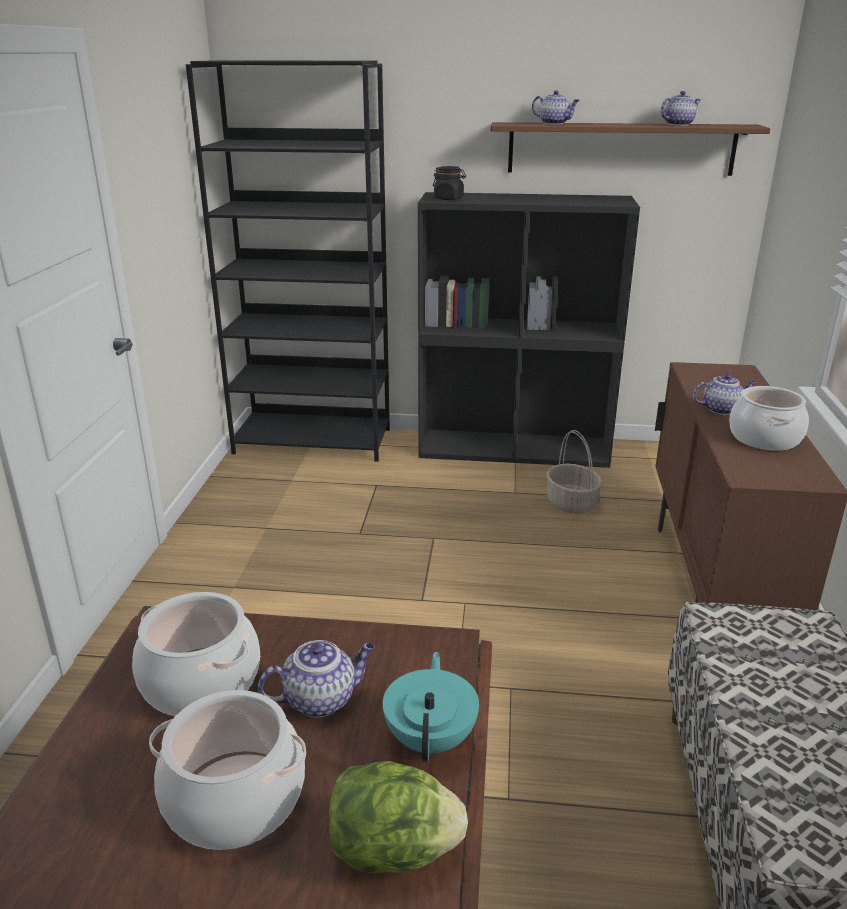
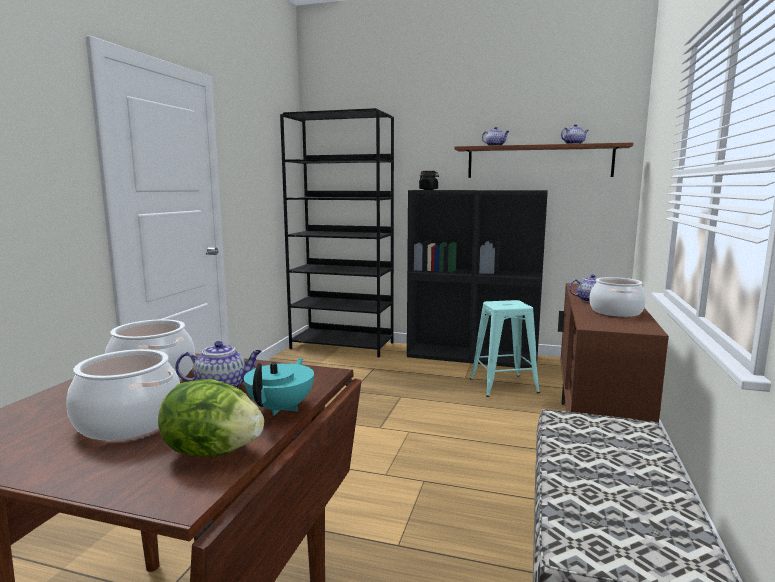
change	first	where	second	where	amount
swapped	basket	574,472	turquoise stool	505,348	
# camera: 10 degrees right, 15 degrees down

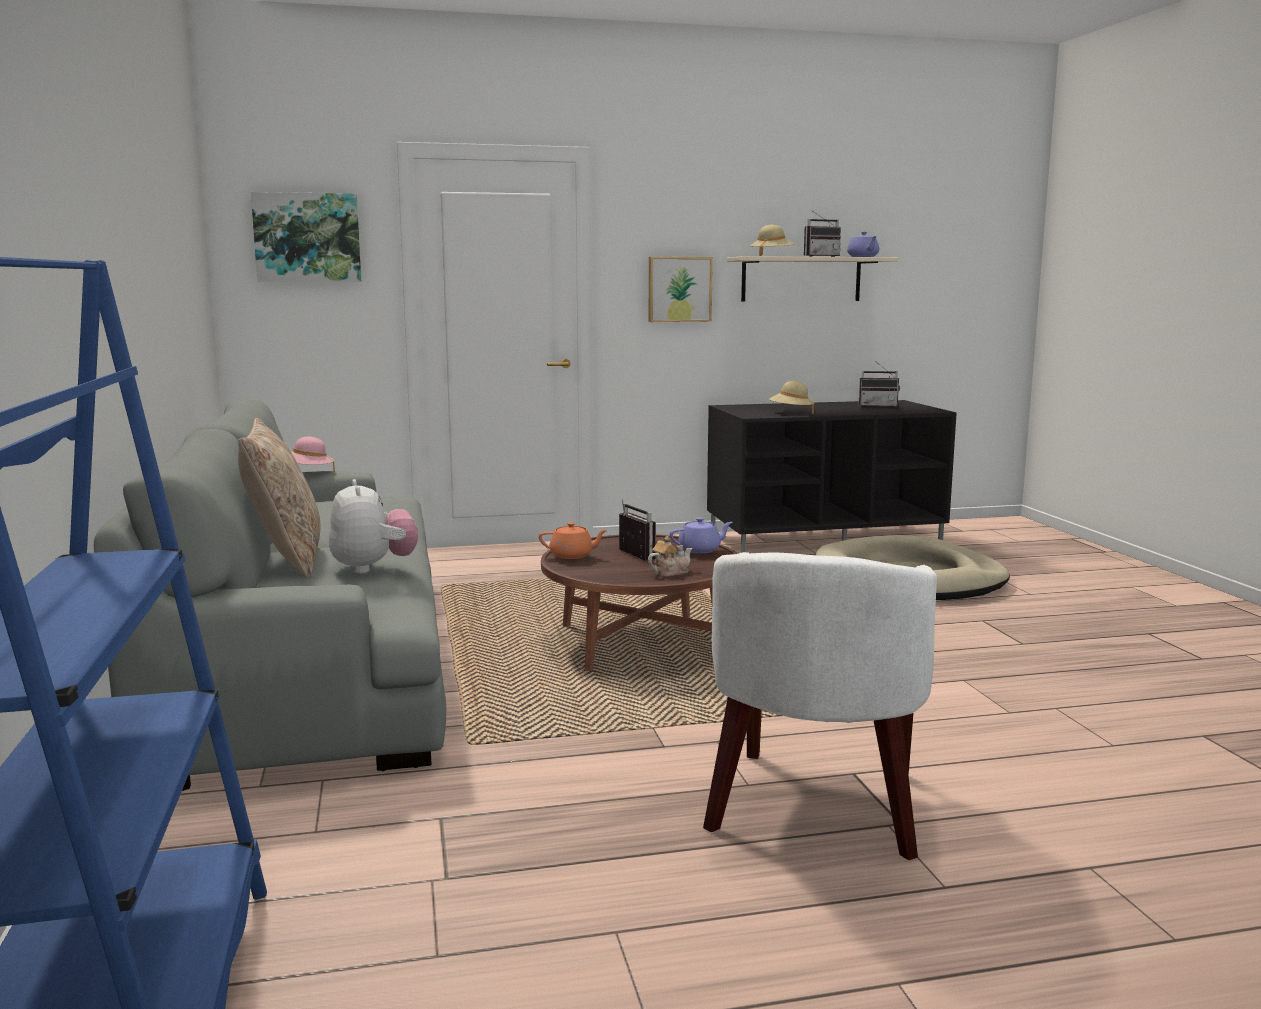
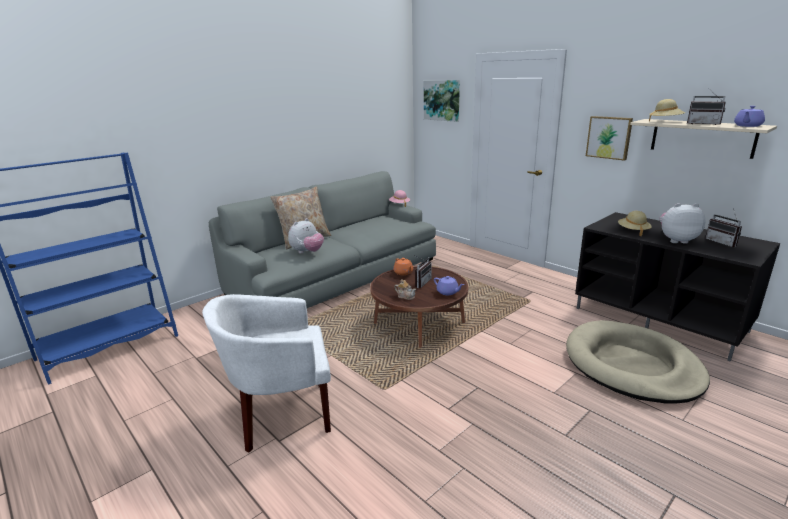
change	first	where	second	where	amount
new			plush toy	682,223	
# camera: 60 degrees right, 10 degrees up

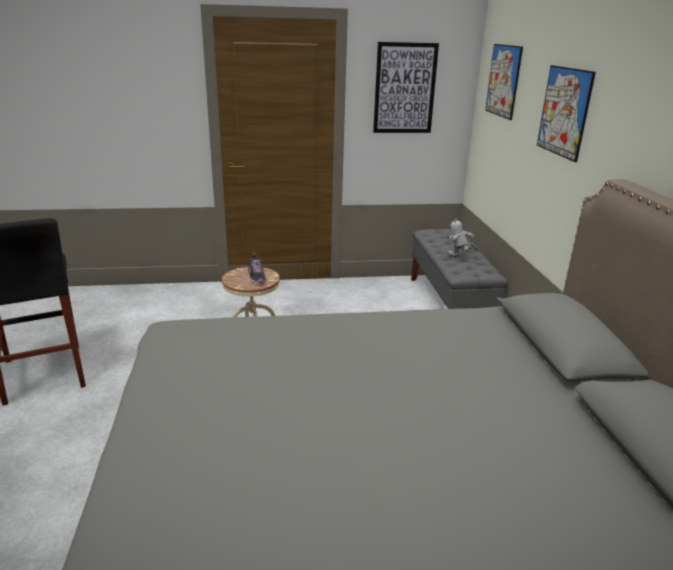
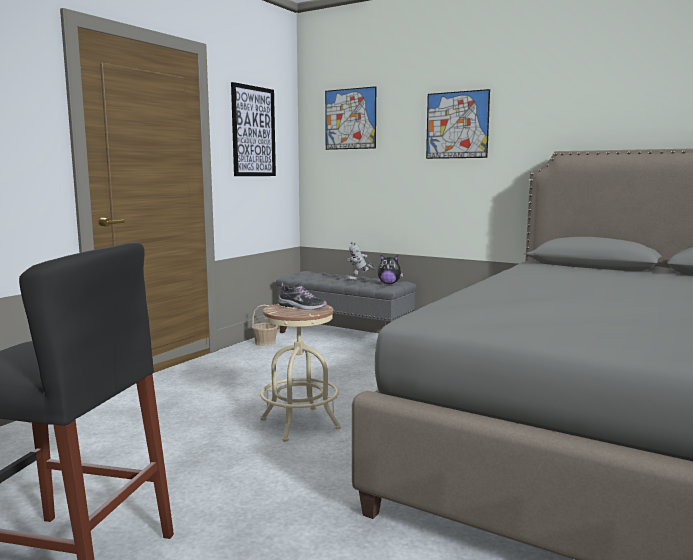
change	first	where	second	where	amount
new			basket	265,325	
new			plush toy	391,269	
# camera: 50 degrees left, 15 degrees down

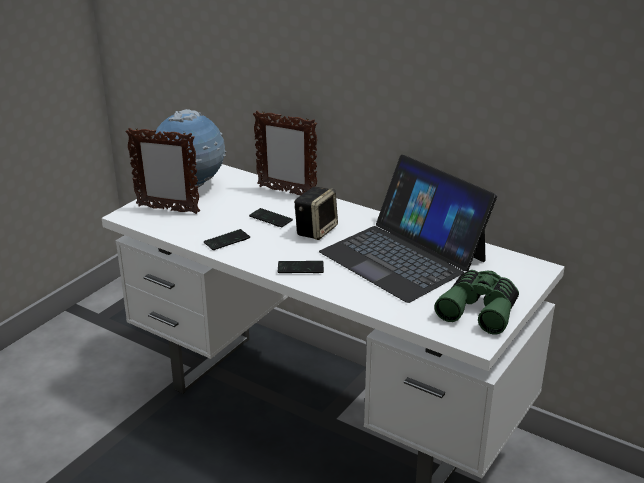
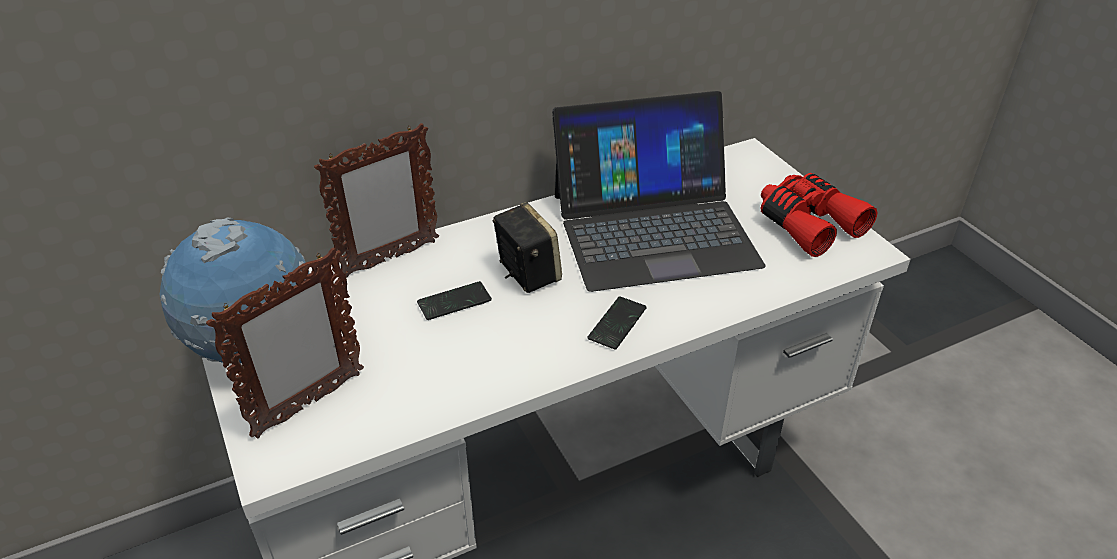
change	first	where	second	where	amount
gone	phone	227,239			
repainted	green binoculars	476,302	red binoculars	819,215	
# camera: 60 degrees left, 10 degrees up

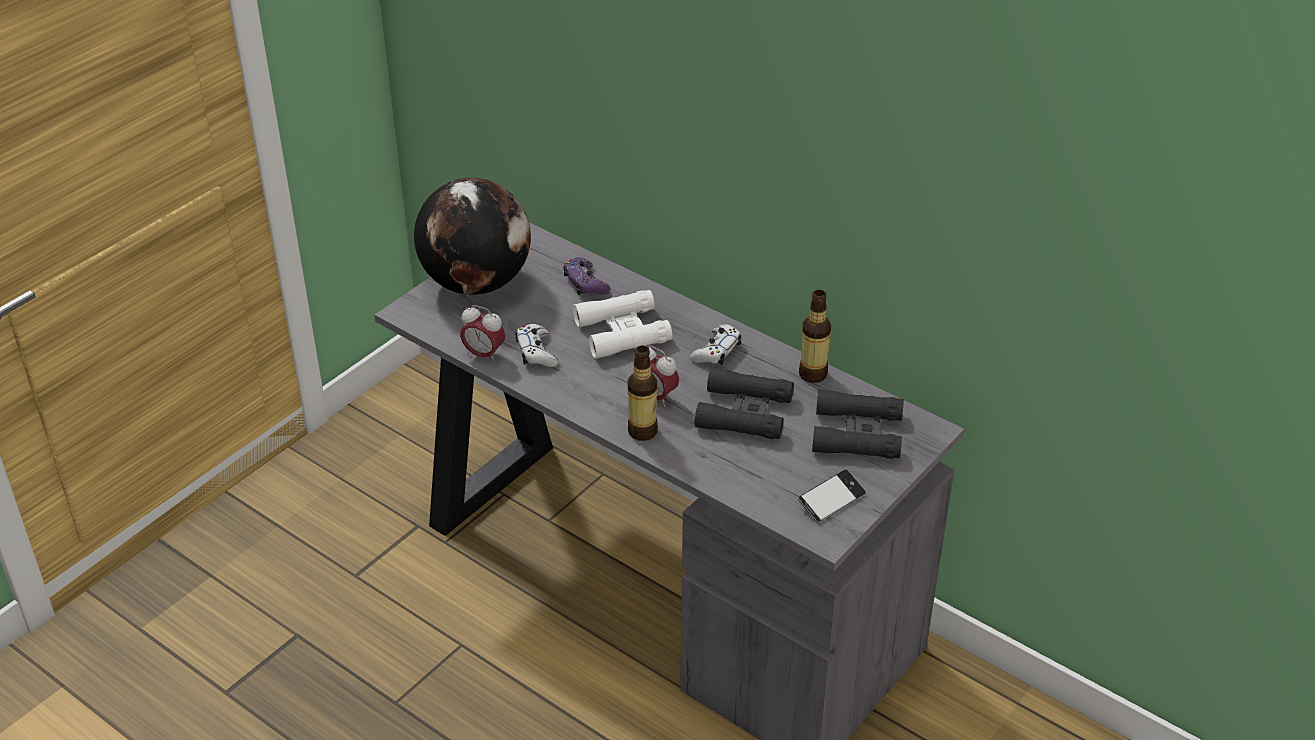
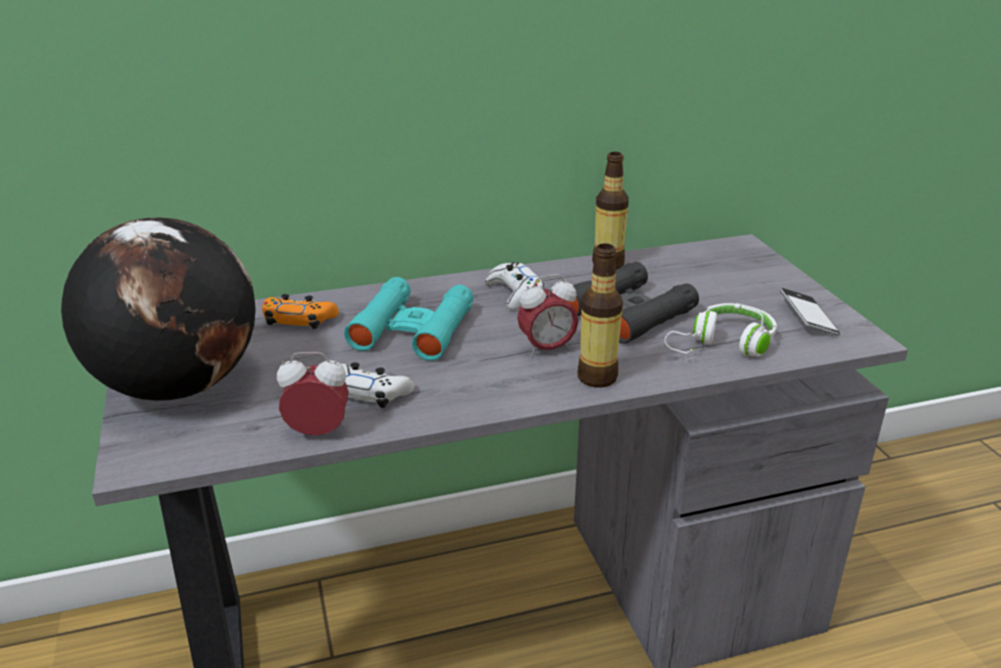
change	first	where	second	where	amount
gone	black binoculars	858,424			
new			white headphones	721,330	
repainted	purple game controller	586,276	orange game controller	300,311	
repainted	white binoculars	622,324	turquoise binoculars	408,319	
rotated	alarm clock	482,334		313,394	150 degrees counterclockwise
# camera: 55 degrees left, 10 degrees down

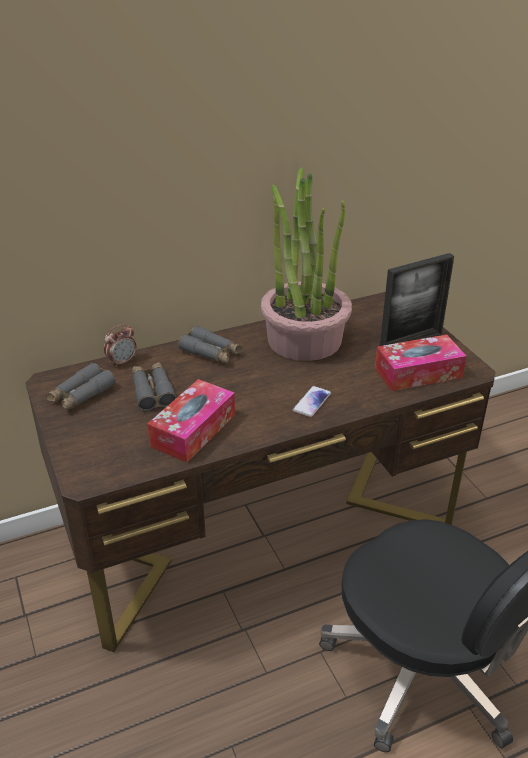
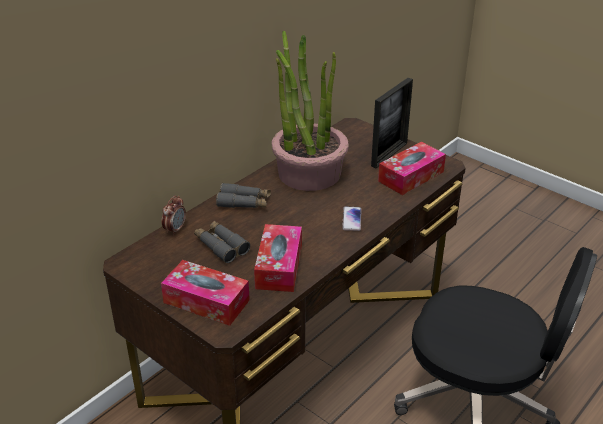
change	first	where	second	where	amount
gone	grey binoculars	81,387			
new			tissue box	205,293	
# camera: 25 degrees left, 0 degrees up

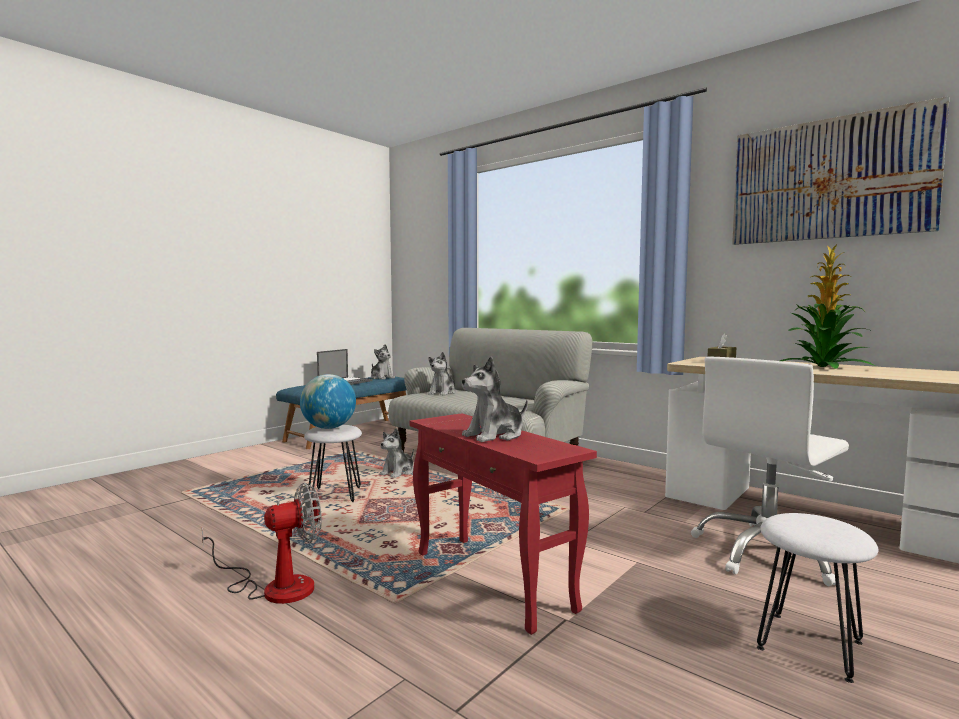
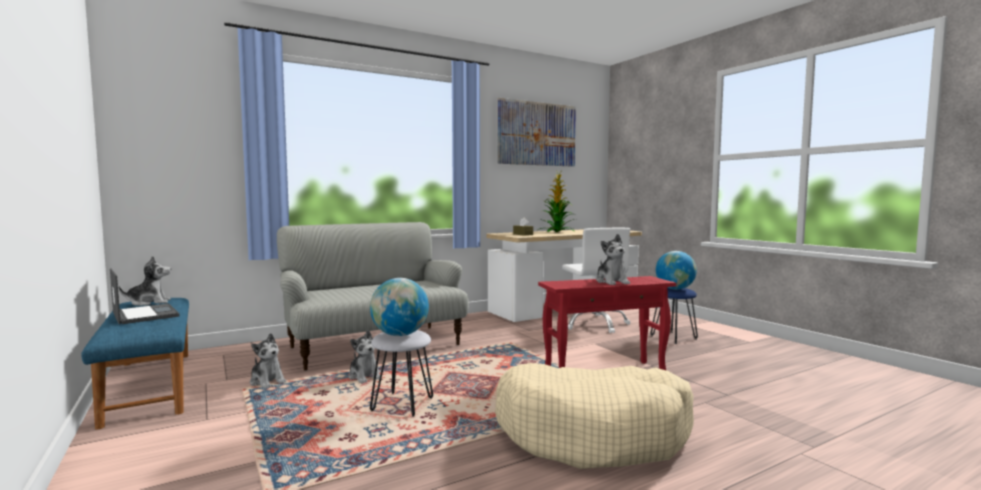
change	first	where	second	where	amount
new			globe	676,270	
shifted	plush toy	442,374		268,360	
swapped	fan	262,543	beige dog bed	594,416	
repainted	white stool	817,598	blue stool	674,316	
# camera: 70 degrees left, 0 degrees up

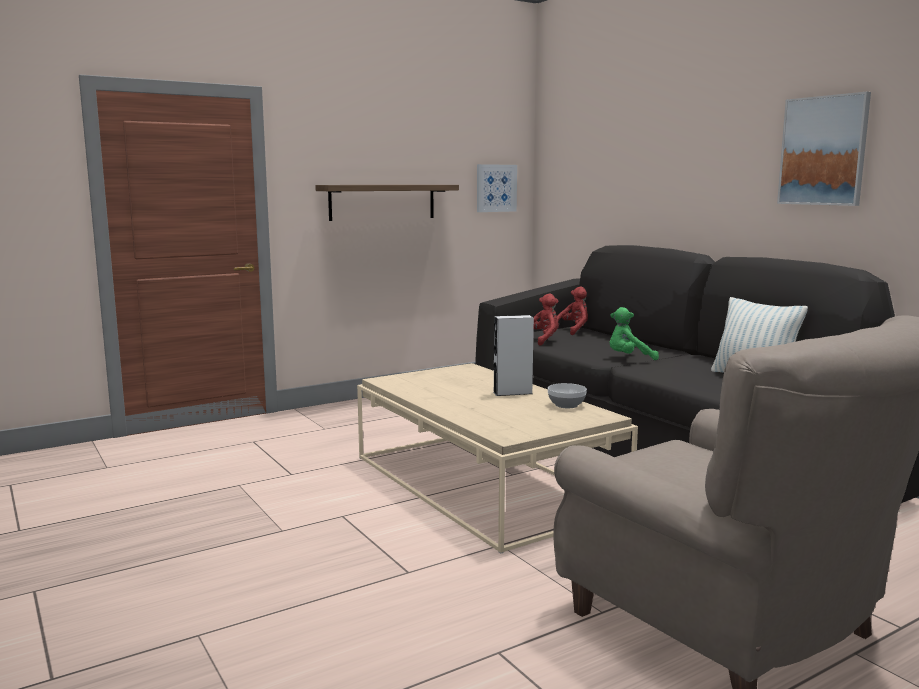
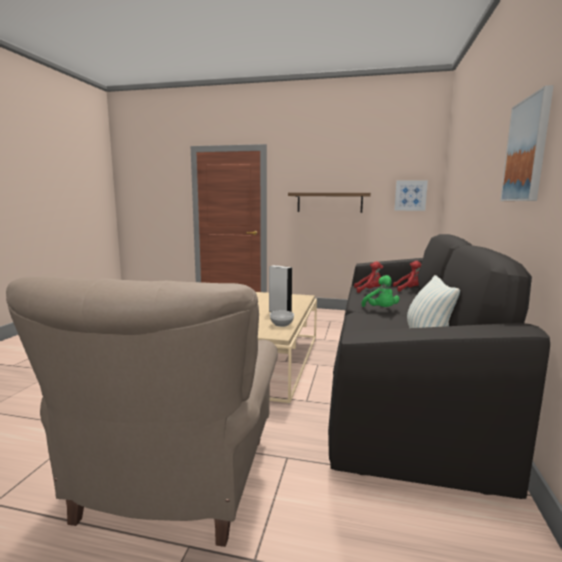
change	first	where	second	where	amount
rotated	green plush toy	634,333		380,291	150 degrees counterclockwise
# camera: 45 degrees right, 0 degrees up

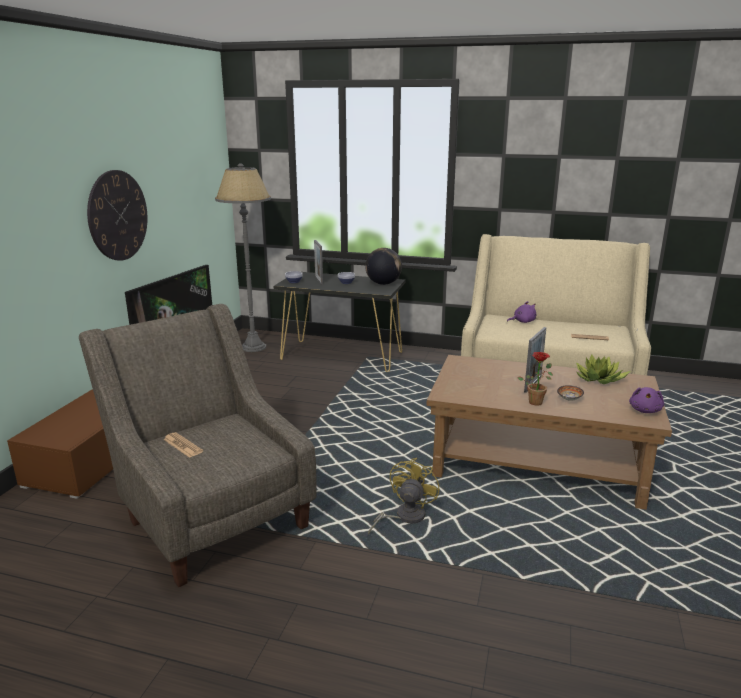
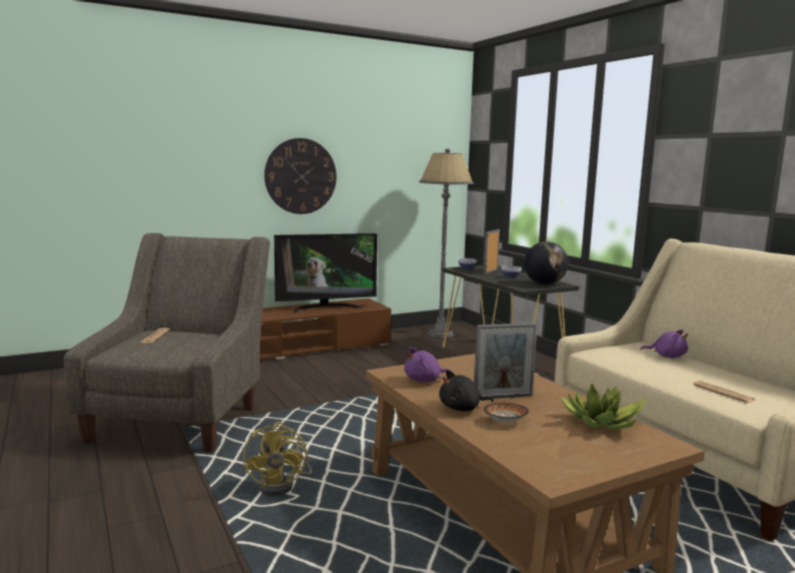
change	first	where	second	where	amount
shifted	purple plush toy	646,400		427,364	
swapped	potted plant	535,379	black plush toy	466,390	
rotated	yellow fan	404,496		277,459	105 degrees clockwise
# camera: 45 degrees right, 10 degrees down

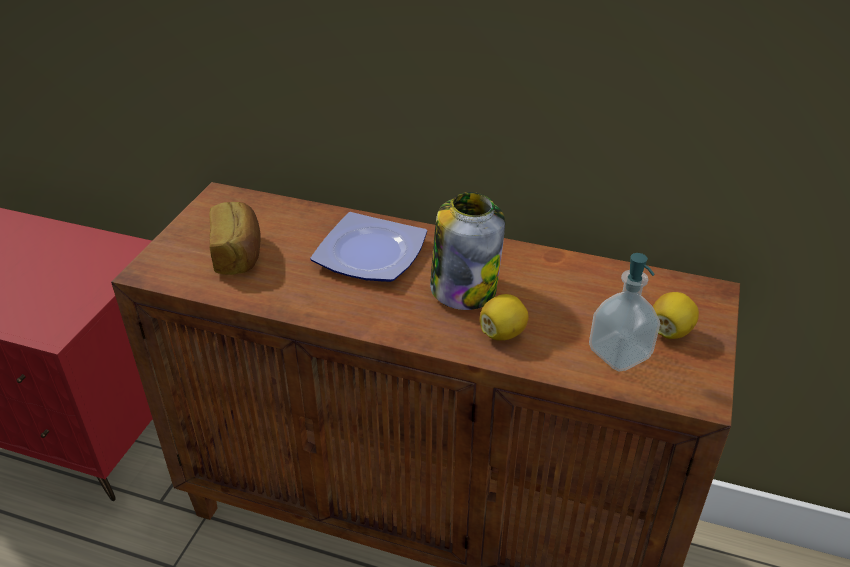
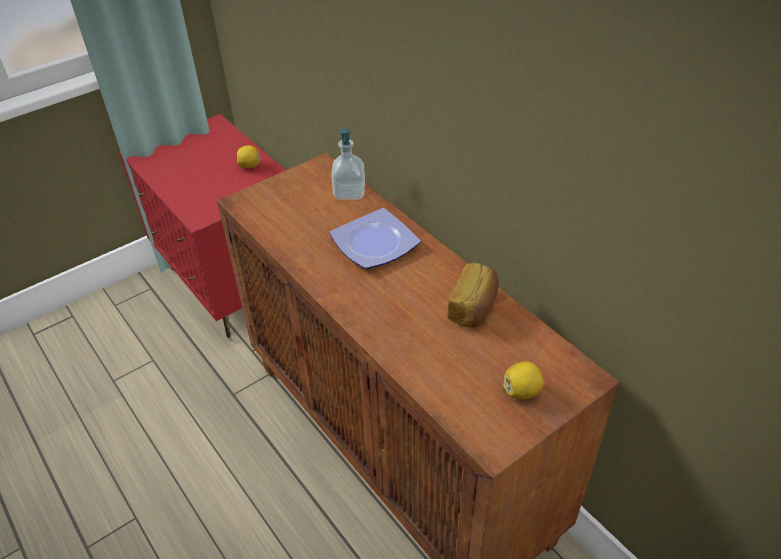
change	first	where	second	where	amount
gone	jar	467,251			
shifted	bread	235,238		473,295	
shifted	lemon	503,317		248,156	
shifted	soap dispenser	624,312		348,164	
# camera: 35 degrees right, 5 degrees up

